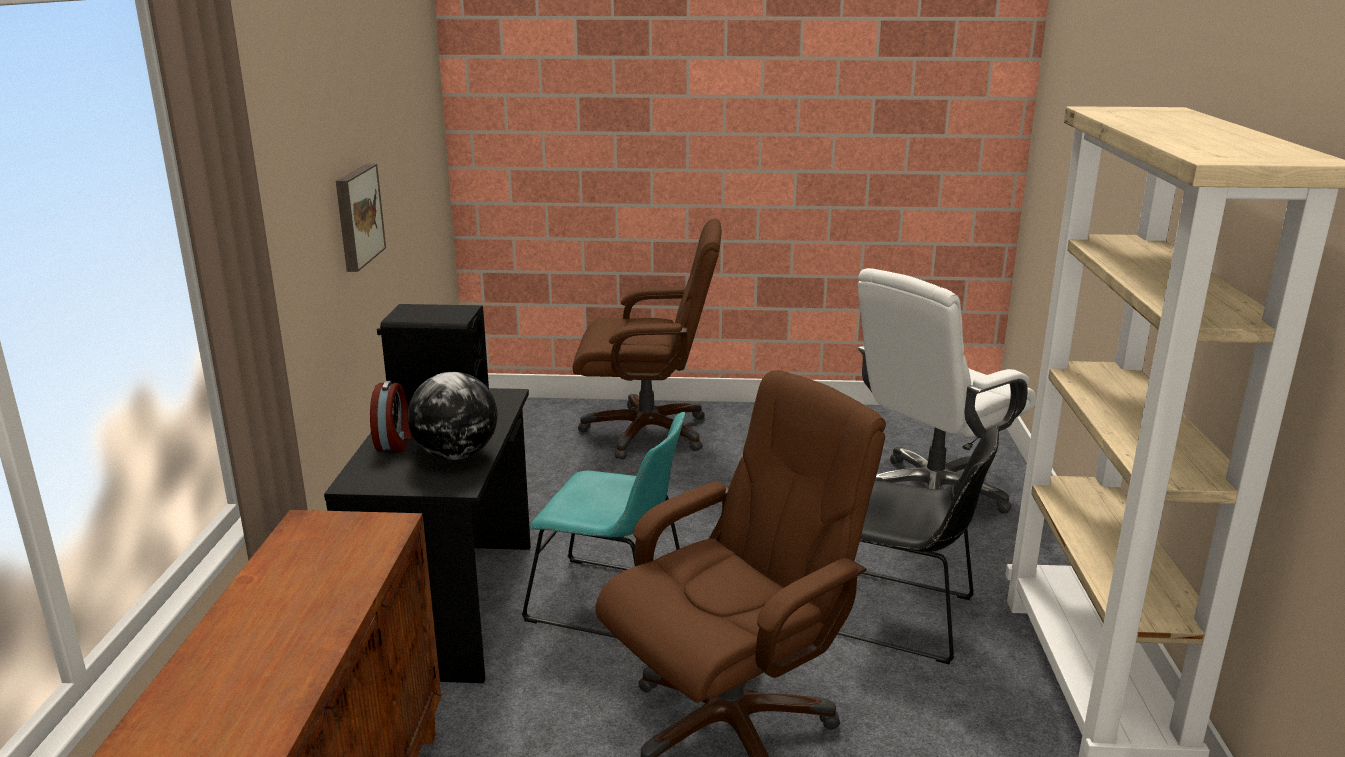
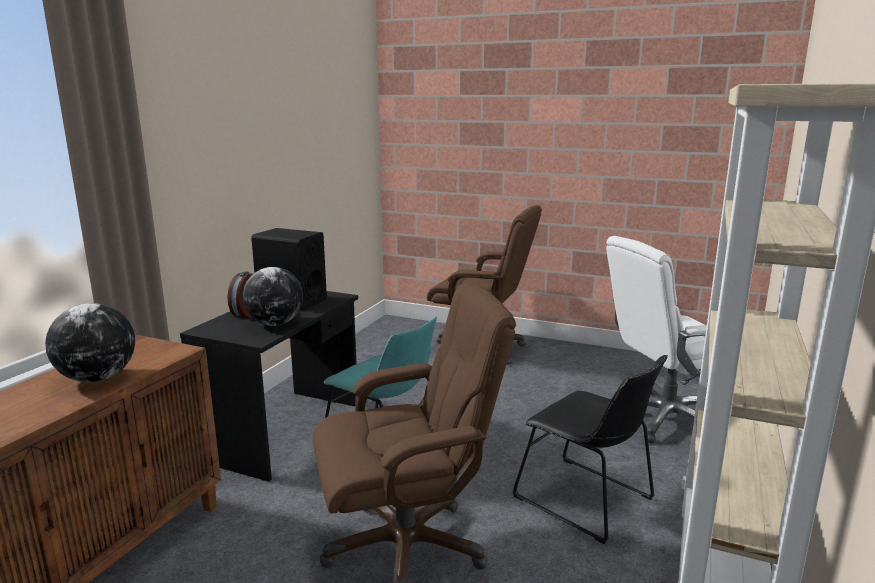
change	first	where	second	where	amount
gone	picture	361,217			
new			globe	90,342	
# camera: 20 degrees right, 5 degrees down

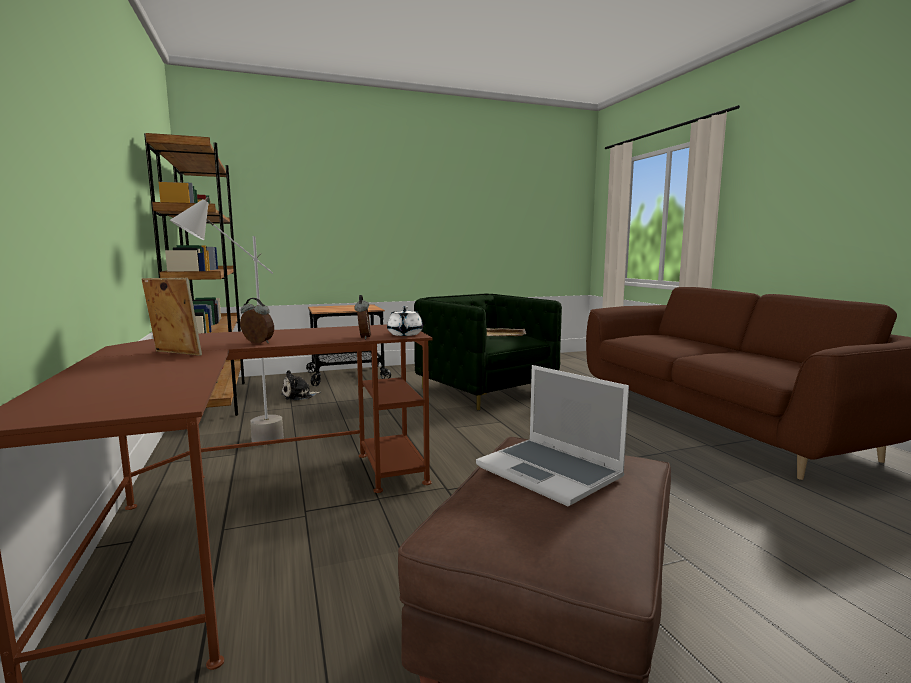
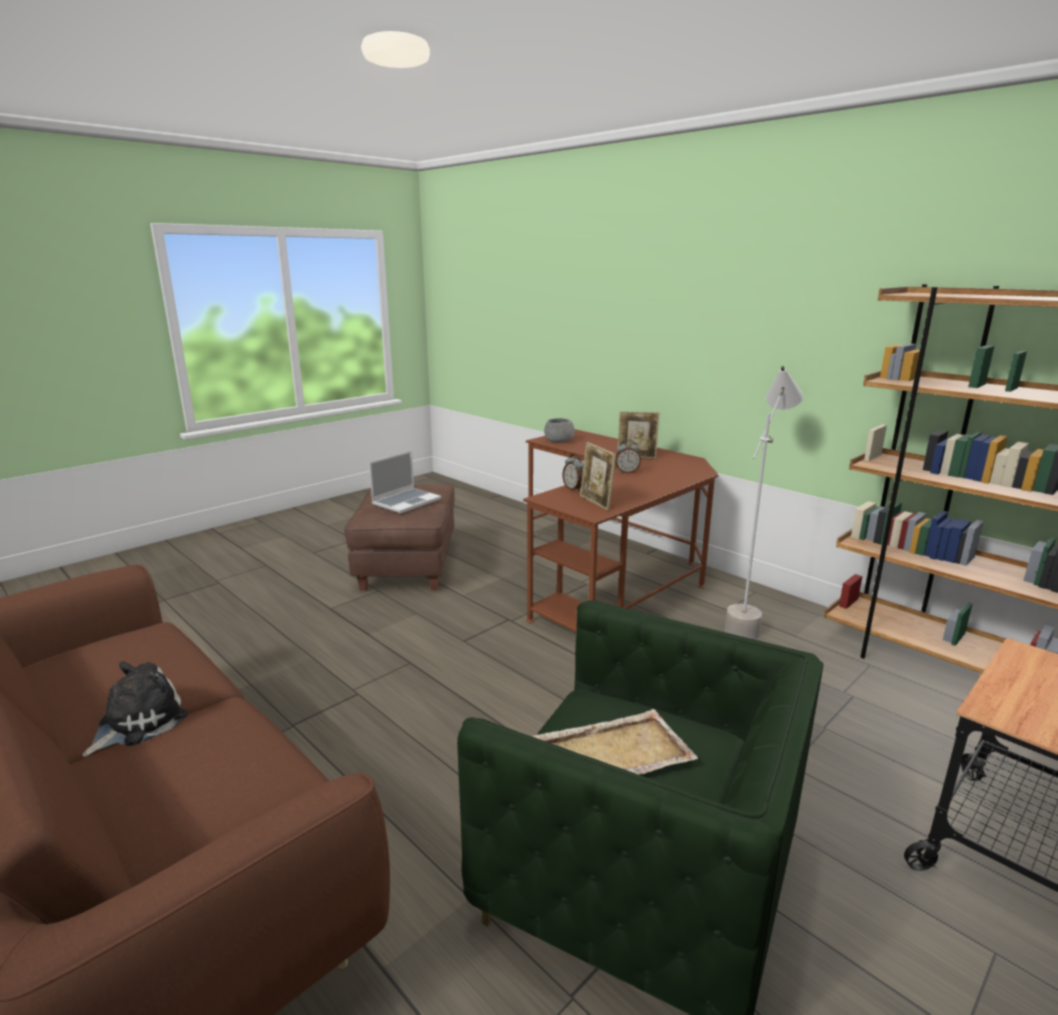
change	first	where	second	where	amount
gone	white teapot	405,321			
new			grey bowl	559,430	
new			picture frame	598,476	
shifted	plush toy	301,385		135,709	
rotated	laptop	552,435		405,482	105 degrees clockwise
# camera: 155 degrees right, 10 degrees up

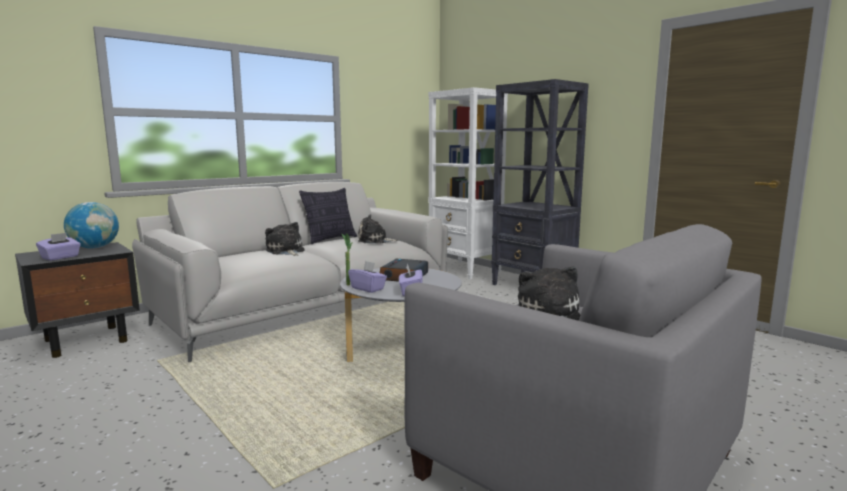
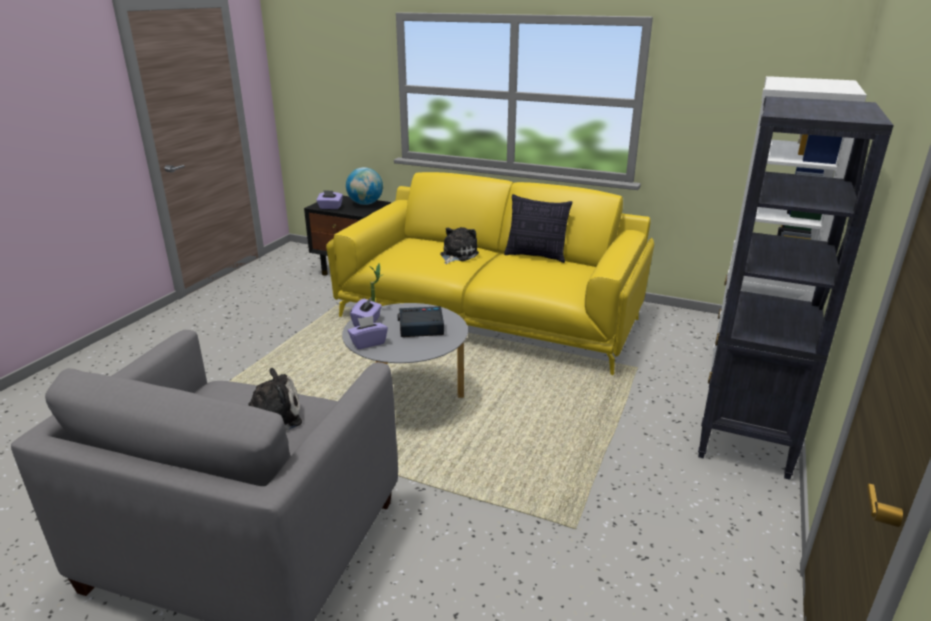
change	first	where	second	where	amount
gone	plush toy	378,229			
repainted	grey sofa	290,272	yellow sofa	490,273	
# camera: 65 degrees right, 15 degrees up

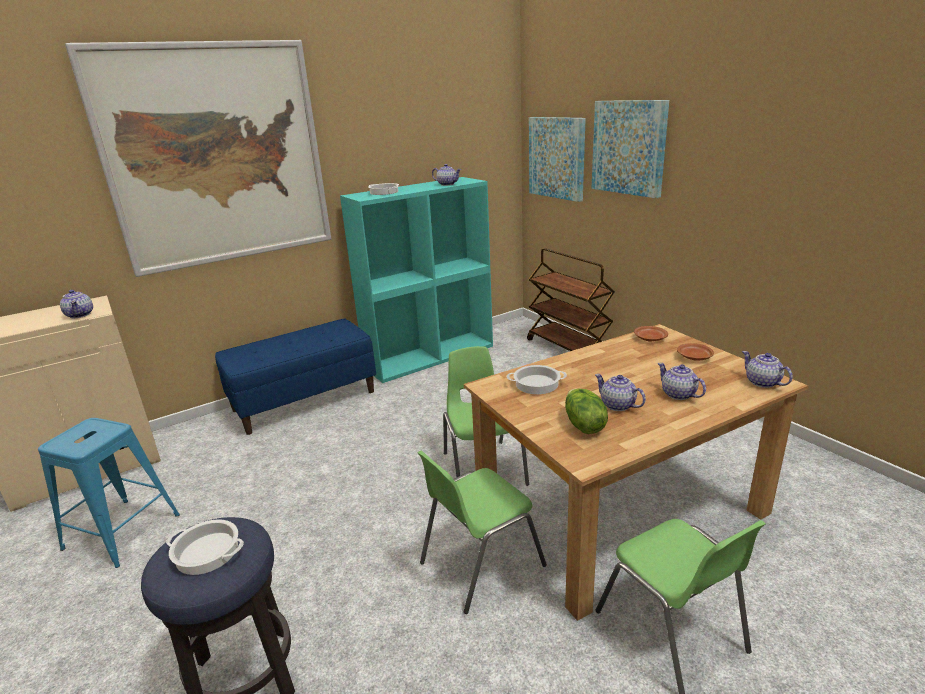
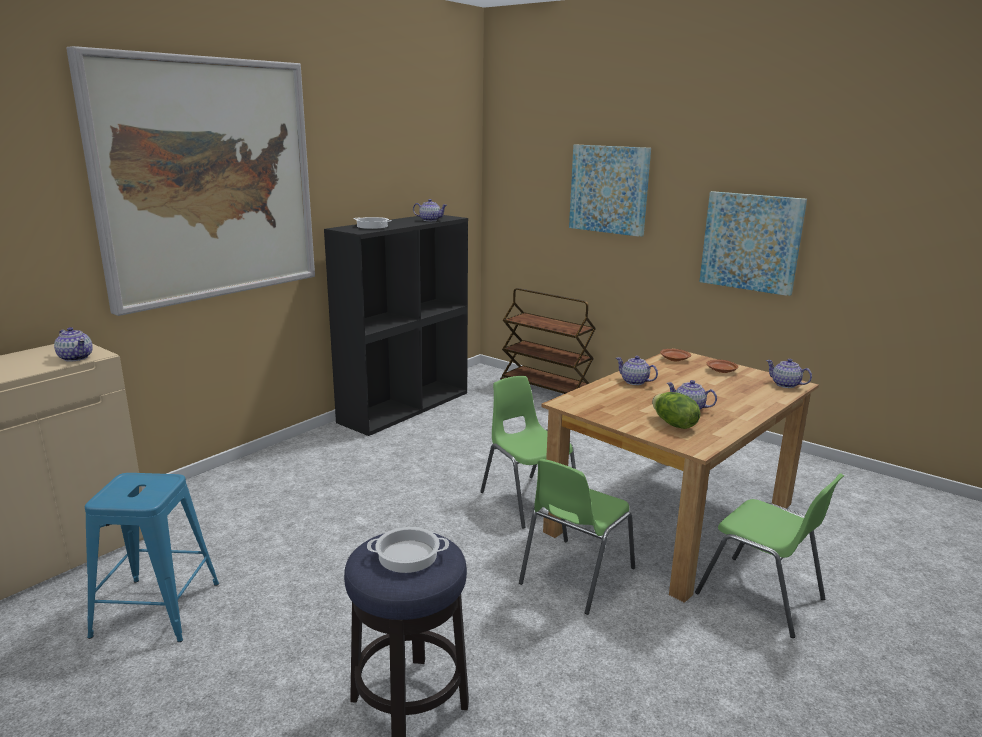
change	first	where	second	where	amount
gone	blue bench	295,377			
gone	cooking pot	537,379			
shifted	picture	557,159		753,243	
shifted	teapot	682,381		637,370	
repainted	turquoise bookcase	416,280	black bookcase	396,325	
# camera: 20 degrees left, 5 degrees down

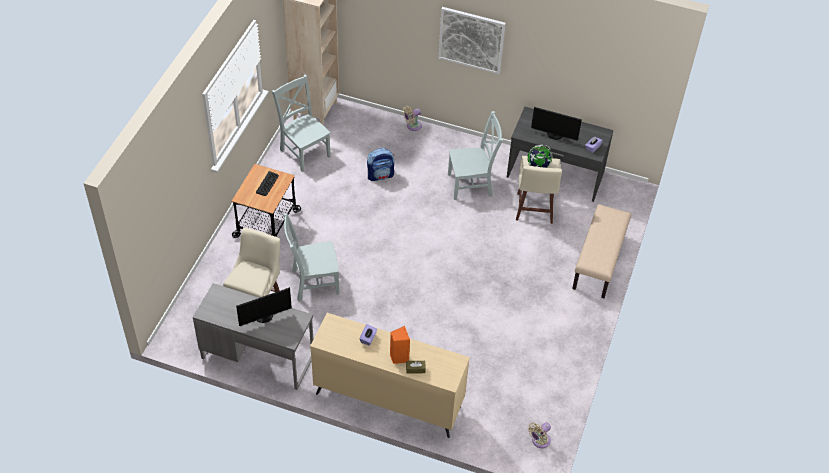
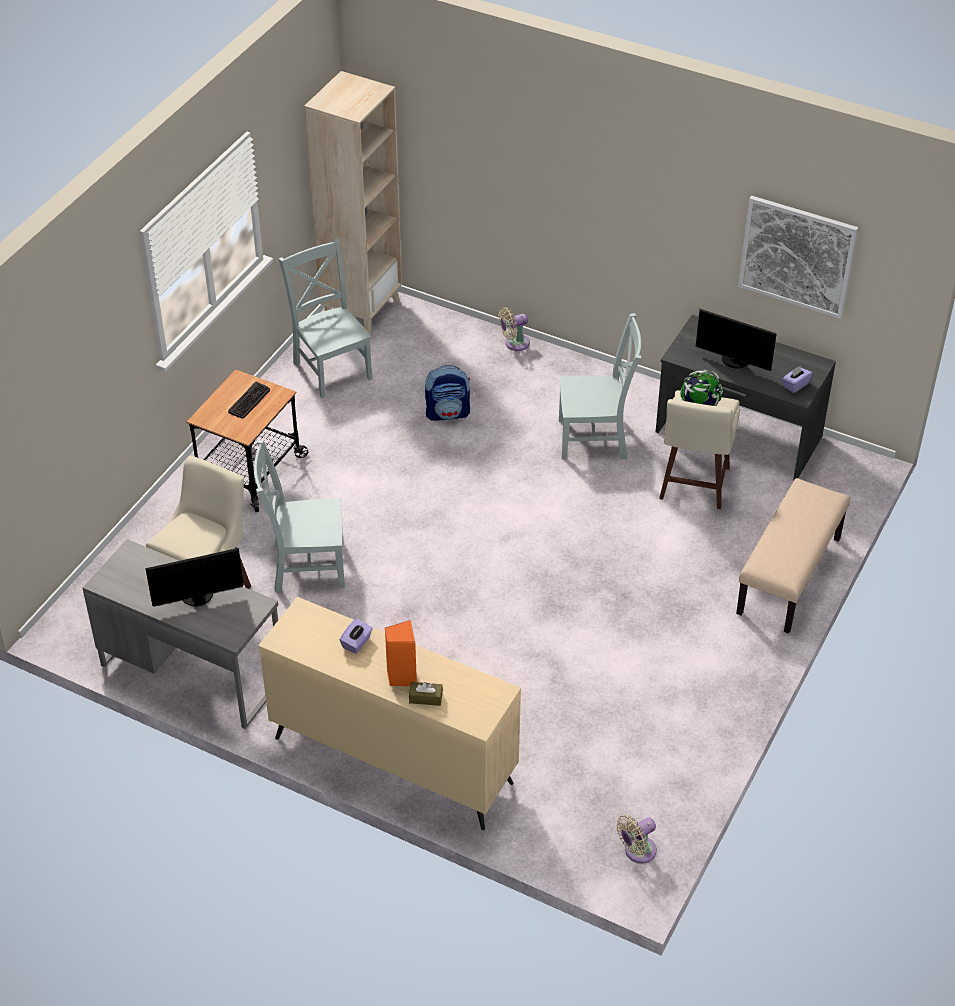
change	first	where	second	where	amount
shifted	picture	472,40		798,257	
# camera: 10 degrees right, 5 degrees down

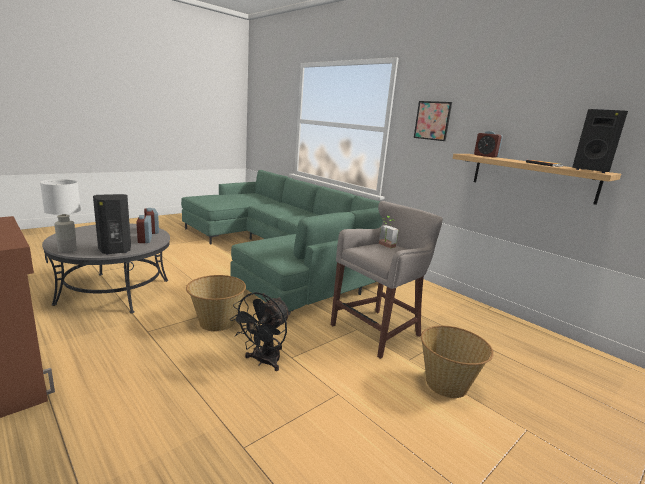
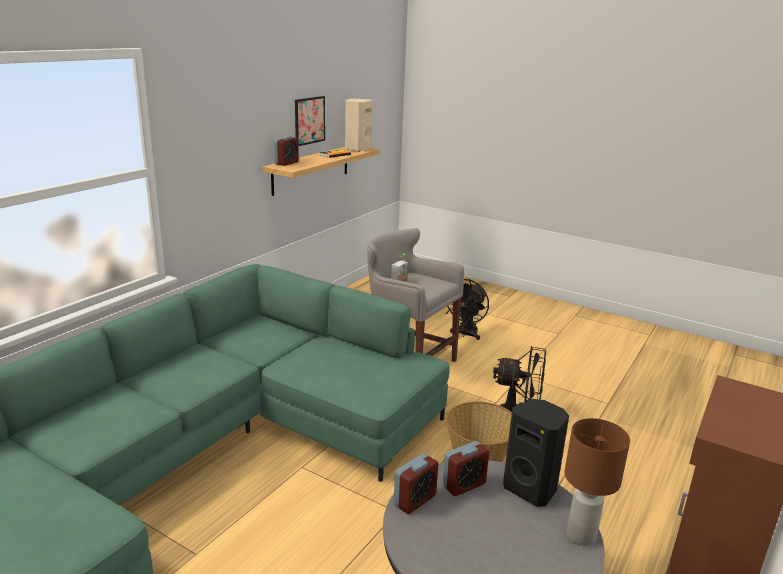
change	first	where	second	where	amount
shifted	picture	433,121		310,121	
swapped	basket	457,361	black fan	467,309	
repainted	white table lamp	60,216	brown table lamp	597,482	
repainted	black speaker	600,141	beige speaker	359,125	
# camera: 105 degrees left, 5 degrees up

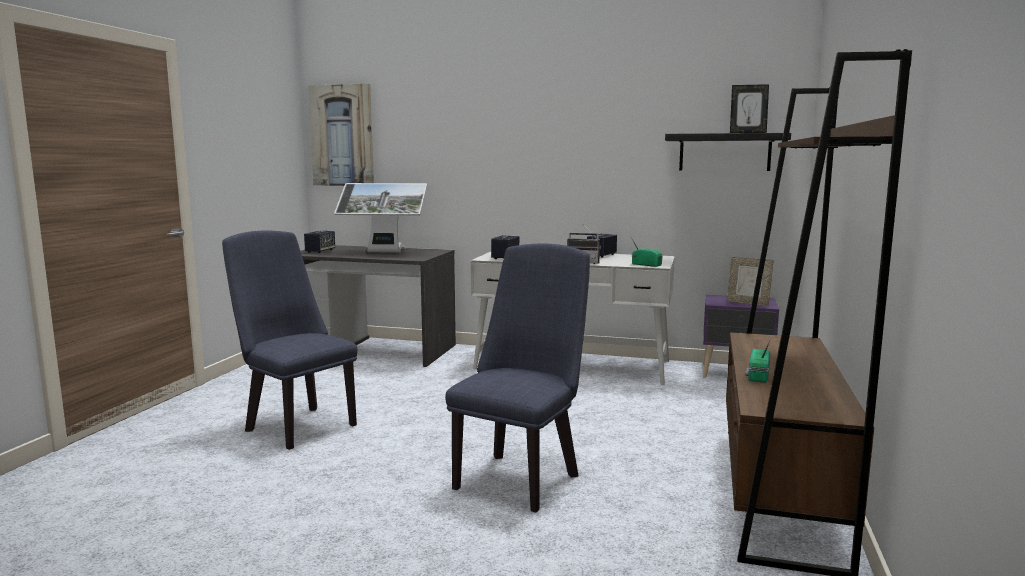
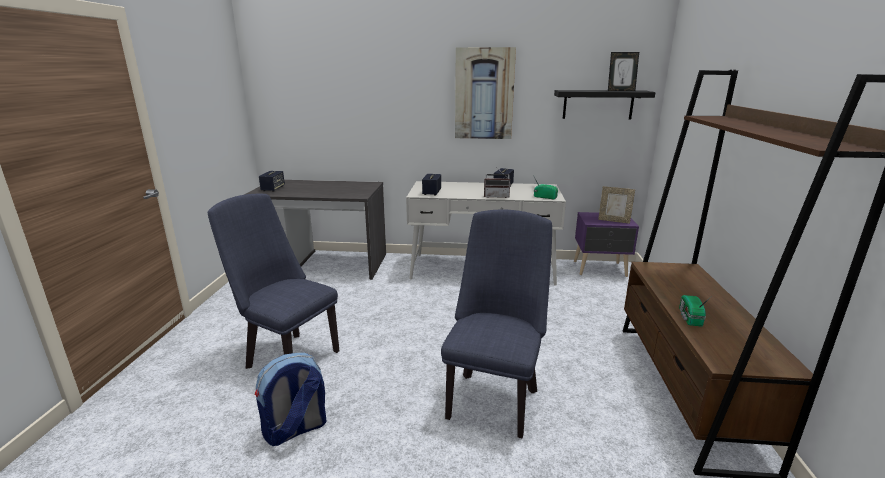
change	first	where	second	where	amount
gone	monitor	380,218			
new			backpack	291,399	
shifted	picture	341,135		485,93	
# camera: 10 degrees left, 10 degrees up

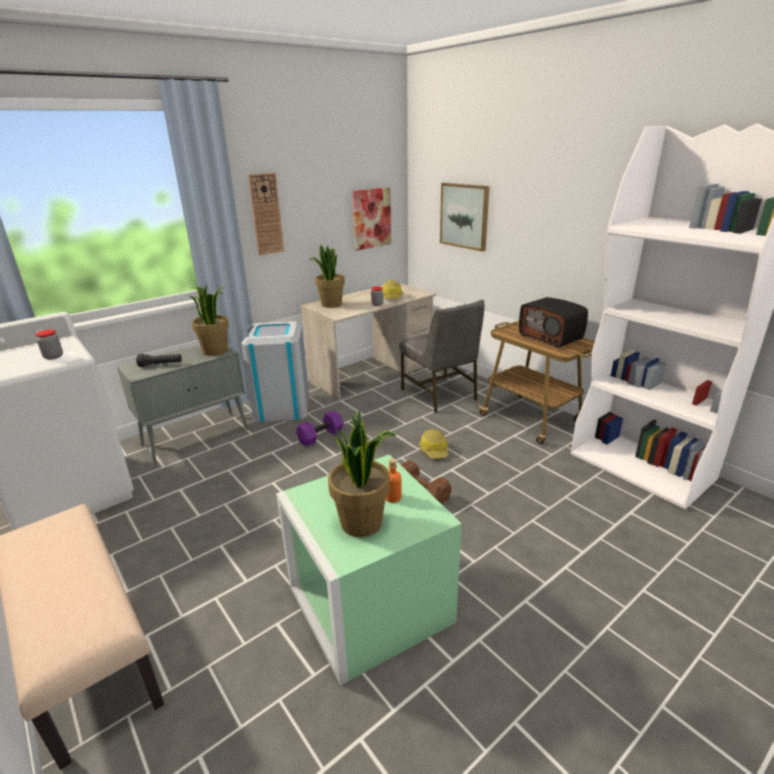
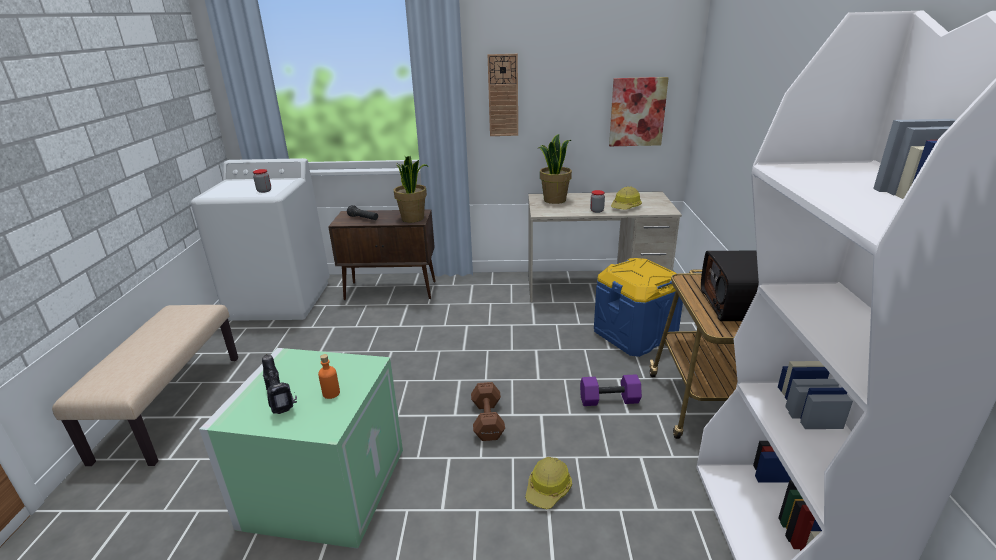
change	first	where	second	where	amount
gone	grey trash can	275,371			
gone	picture	465,217			
shifted	purple dumbbell	320,428		611,390	
shifted	hard hat	433,444		548,483	
swapped	potted plant	362,474	power drill	279,384	
swapped	grey chair	442,356	blue storage box	638,307	
repainted	grey cabinet	182,404	brown cabinet	382,254	
# camera: 40 degrees right, 0 degrees up

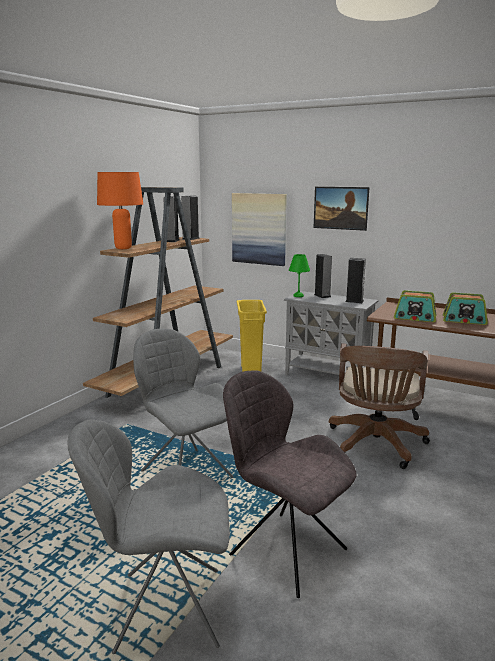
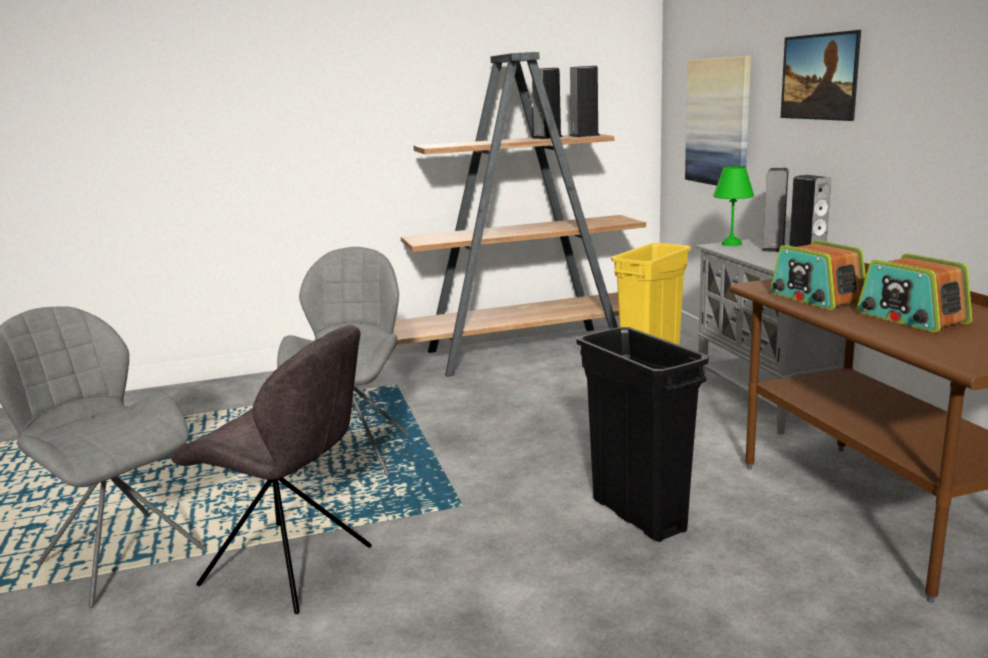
change	first	where	second	where	amount
gone	orange table lamp	120,210			
swapped	brown office chair	379,406	black trash can	642,434	
rotated	grey chair	290,484		271,469	120 degrees clockwise
# camera: 45 degrees right, 0 degrees up

